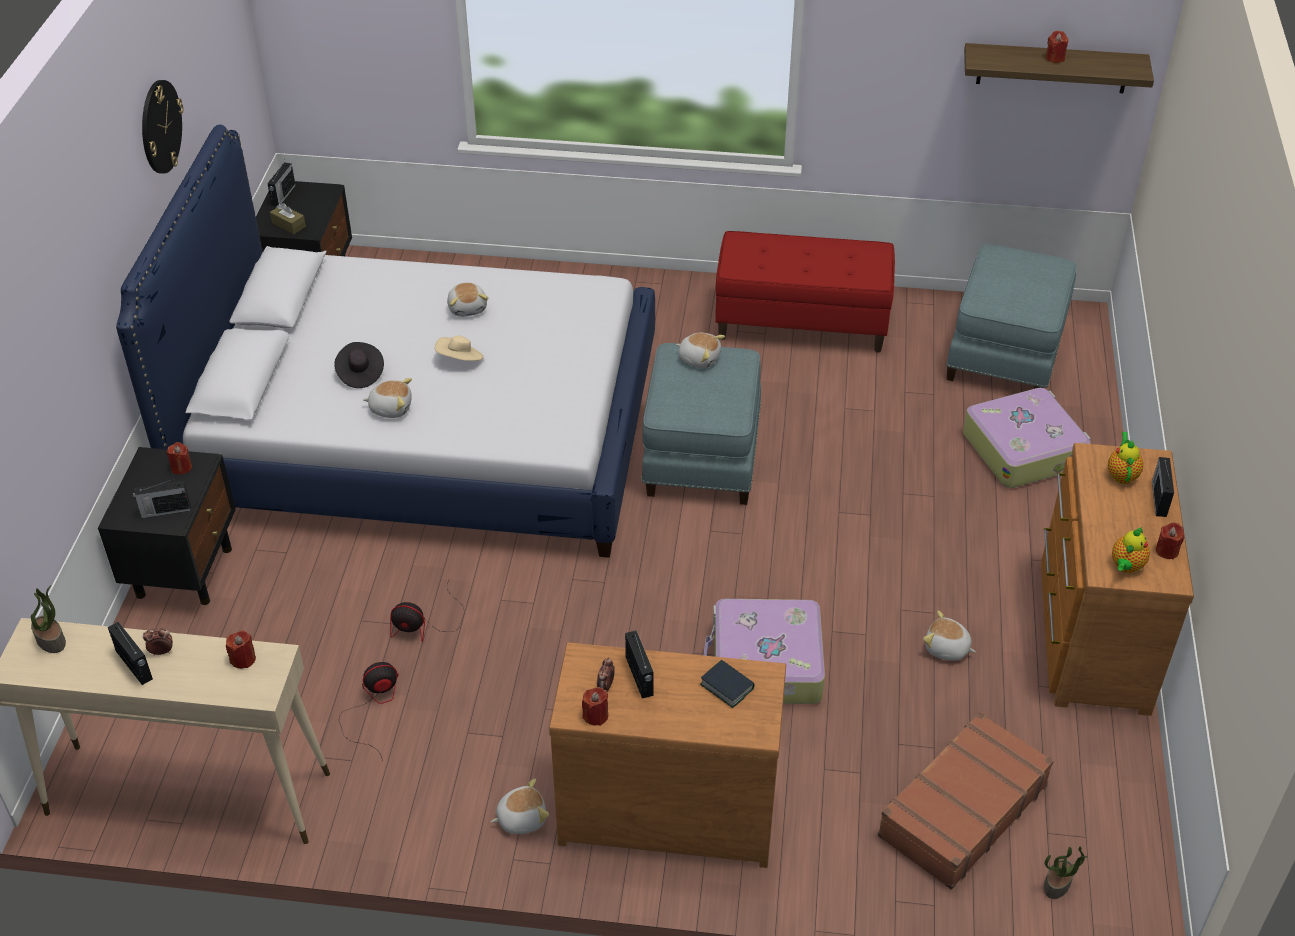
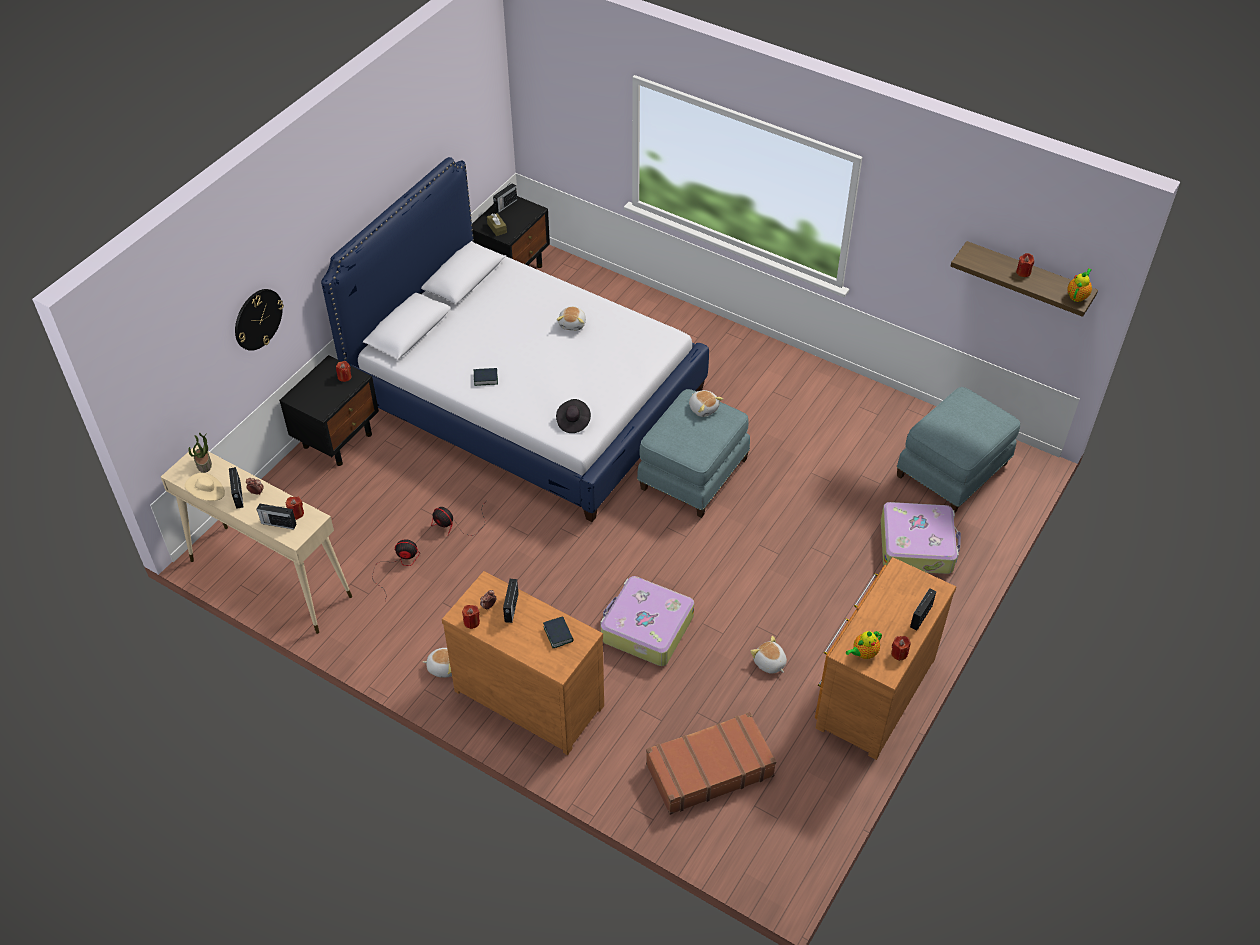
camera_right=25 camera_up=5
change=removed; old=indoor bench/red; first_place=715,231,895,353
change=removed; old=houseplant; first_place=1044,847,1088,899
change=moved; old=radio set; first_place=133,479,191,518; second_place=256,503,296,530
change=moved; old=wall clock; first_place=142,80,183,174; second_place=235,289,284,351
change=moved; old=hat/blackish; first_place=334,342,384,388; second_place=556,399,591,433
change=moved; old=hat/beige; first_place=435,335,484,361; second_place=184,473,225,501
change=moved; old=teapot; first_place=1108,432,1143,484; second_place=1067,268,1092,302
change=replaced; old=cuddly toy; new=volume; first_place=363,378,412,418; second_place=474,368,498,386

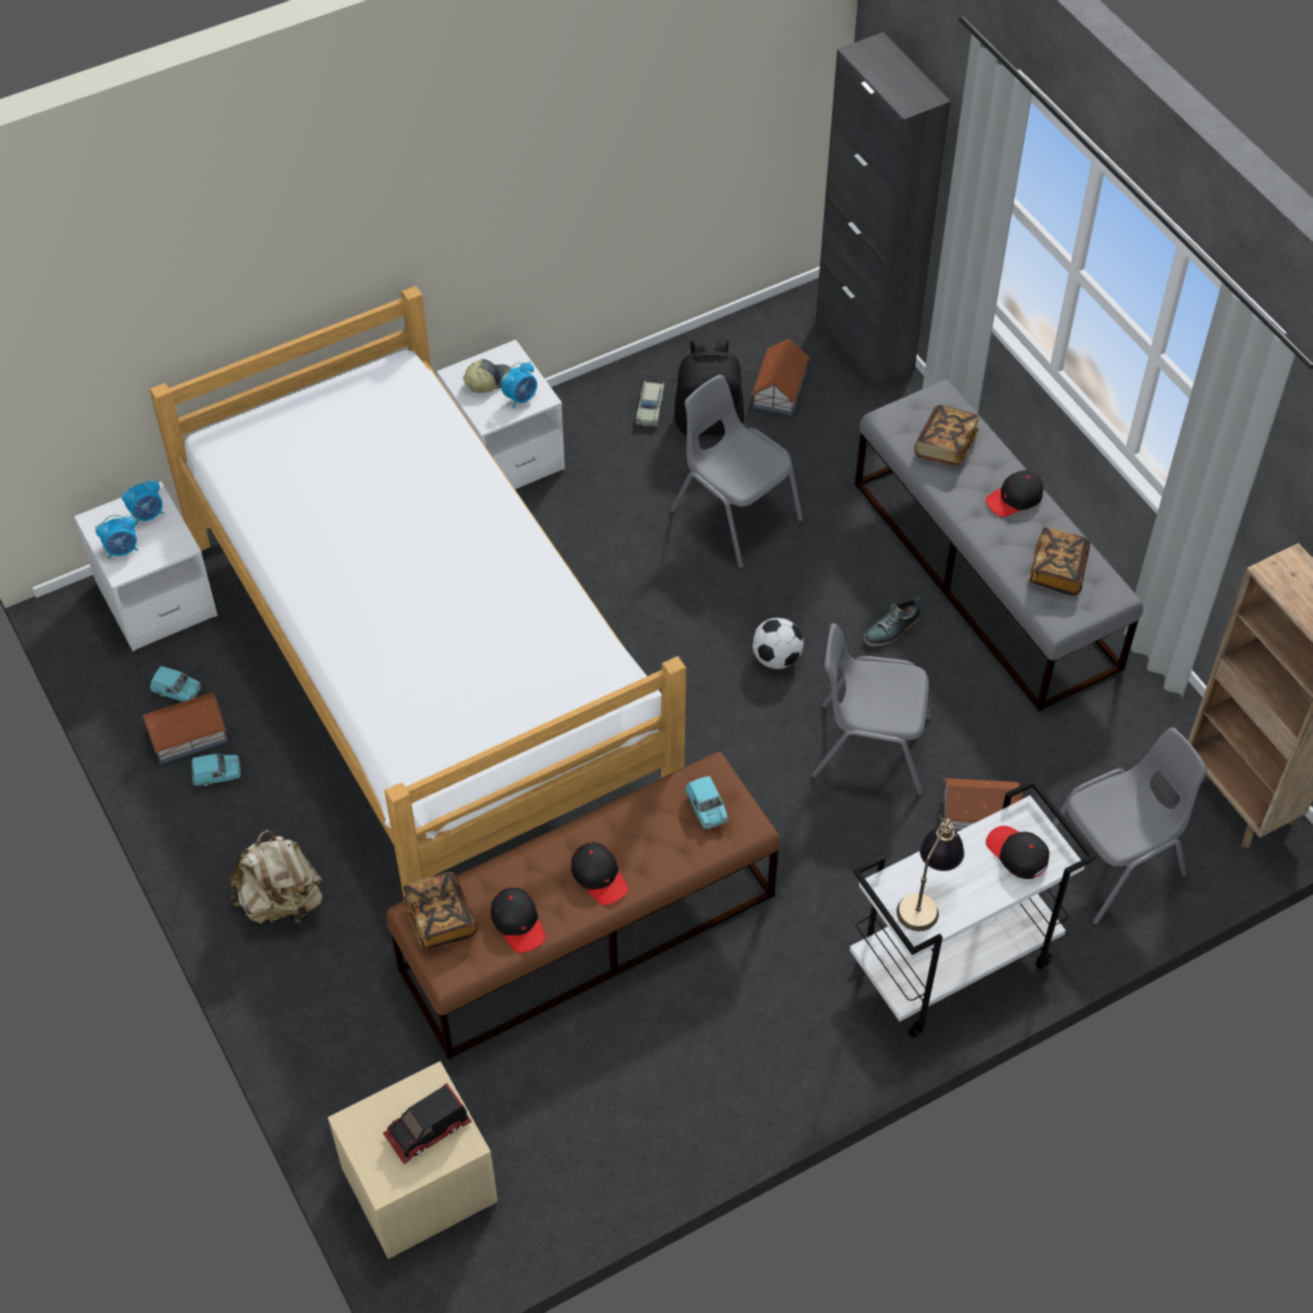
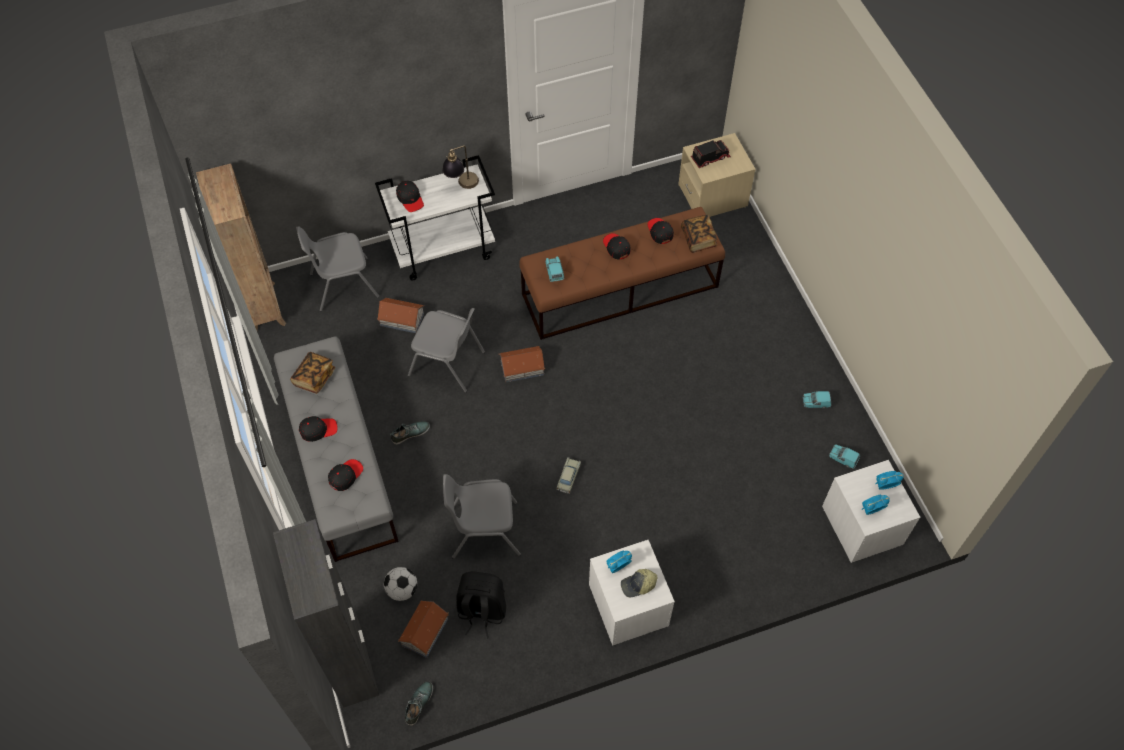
camera_right=-170 camera_up=5
change=removed; old=bedroom bed; first_place=149,286,686,897
change=removed; old=rucksack/beige; first_place=229,829,323,926
change=added; new=item of footwear; second_place=405,681,433,726
change=moved; old=miniature house; first_place=142,693,228,764; second_place=499,346,545,382
change=moved; old=toy car/beige; first_place=635,380,665,427; second_place=557,457,581,494
change=moved; old=ball for football; first_place=752,618,803,669; second_place=384,567,417,601
change=replaced; old=volume; new=cap/blackish; first_place=914,405,980,466; second_place=328,459,363,491
change=turned; old=upright chair/greyish; first_place=671,375,803,569; second_place=443,474,521,559; degrees=120

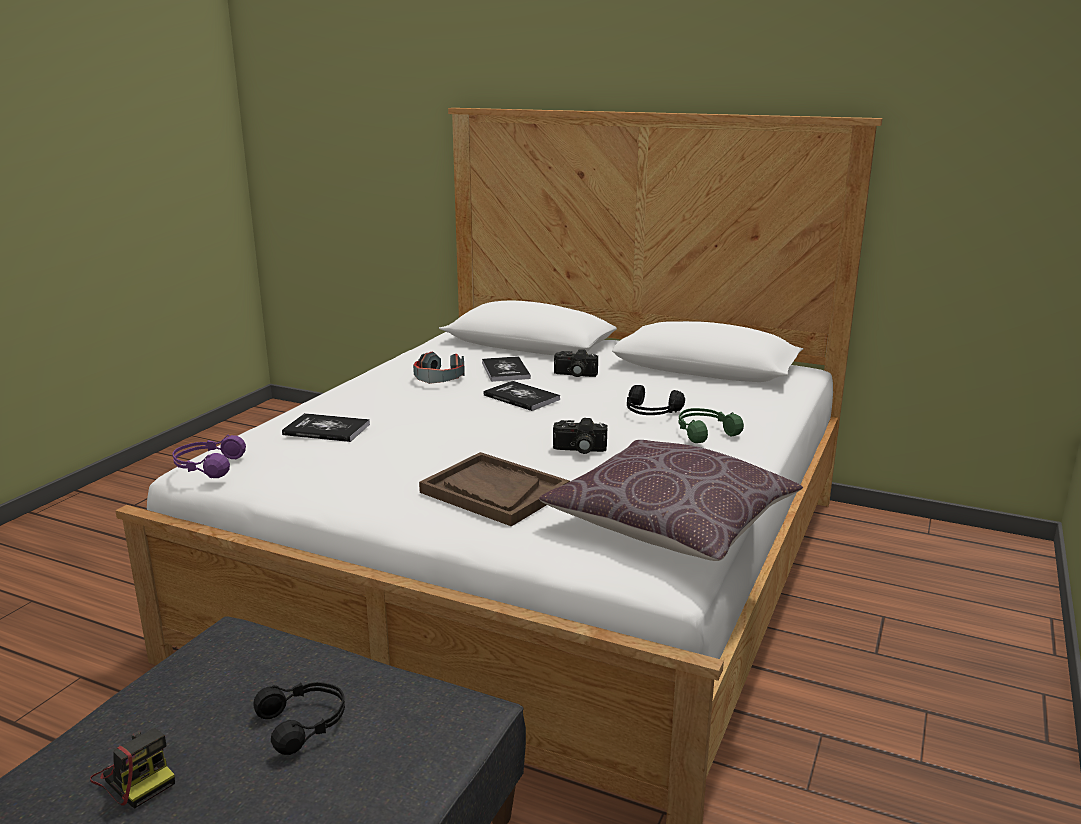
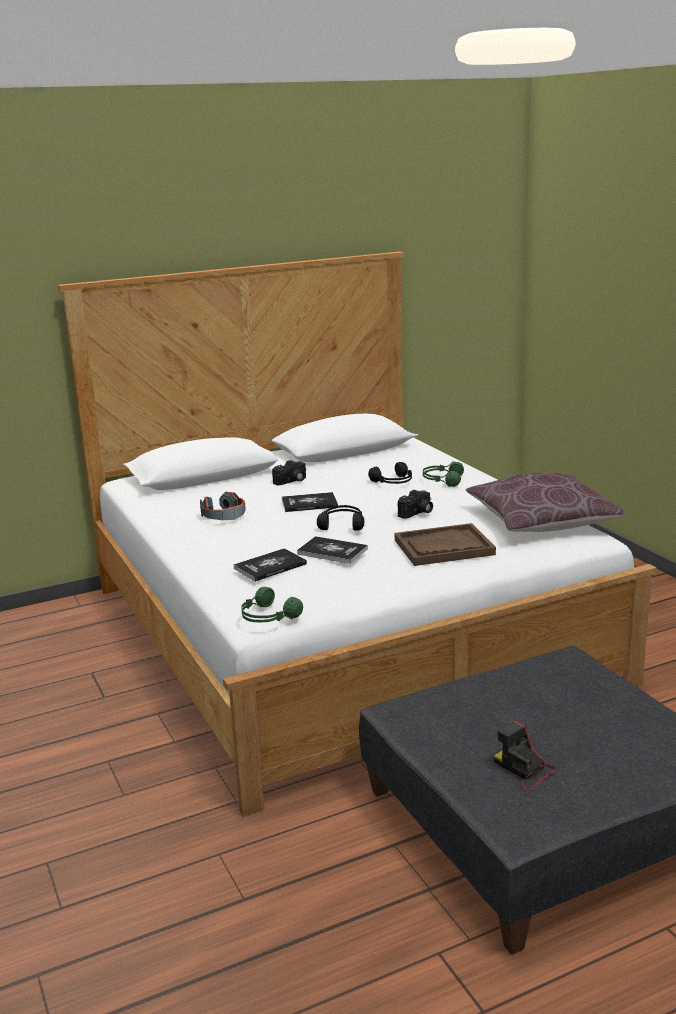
camera_right=-50 camera_up=0
change=moved; old=headset/blackish; first_place=253,682,345,755; second_place=317,505,364,531
change=moved; old=volume; first_place=482,356,531,382; second_place=297,536,368,564
change=recoloured; old=headset/purple; new=headset/greenish; first_place=172,435,246,478; second_place=241,587,303,622
change=turned; old=photo camera; first_place=90,728,175,809; second_place=494,720,556,791; degrees=-120

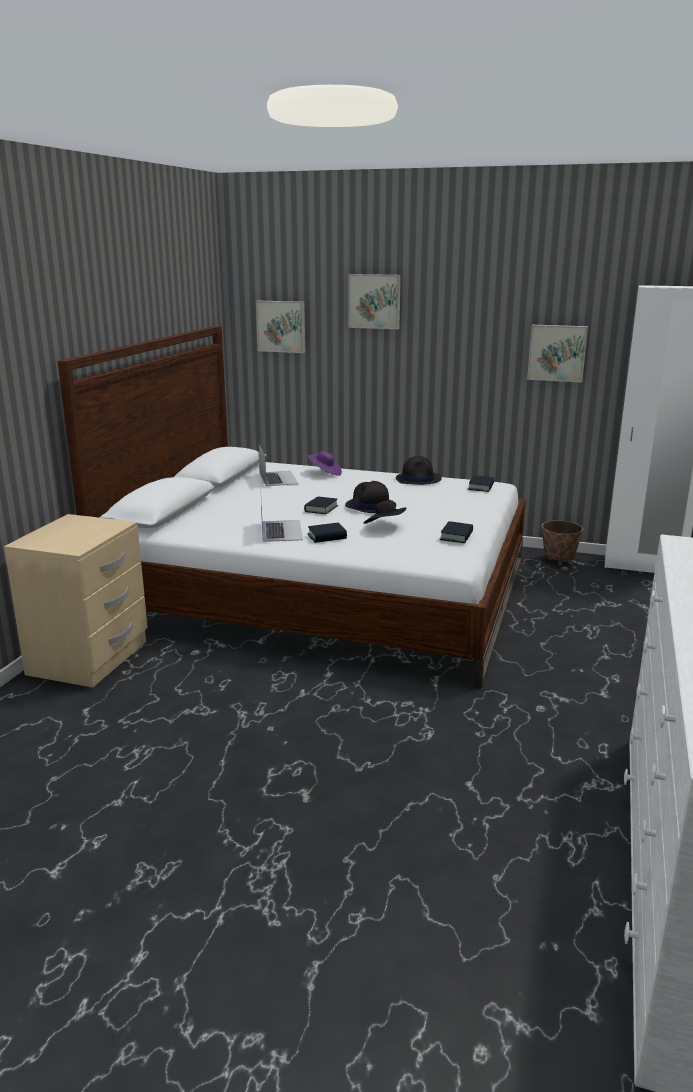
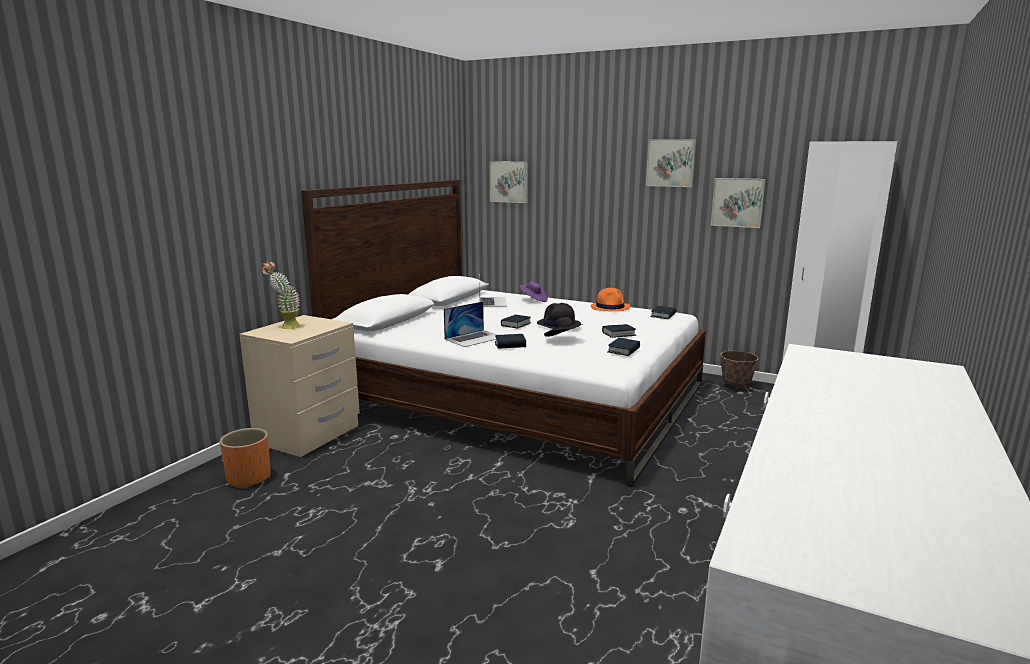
camera_right=10 camera_up=-5
change=added; new=planter/orange-coloured; second_place=220,428,271,489
change=added; new=houseplant; second_place=262,262,301,329
change=added; new=volume; second_place=602,324,636,338
change=moved; old=wall picture; first_place=349,274,401,329; second_place=646,139,696,187
change=recoloured; old=hat/blackish; new=hat/orange-coloured; first_place=396,456,442,485; second_place=591,288,630,311
change=turned; old=laptop; first_place=261,500,303,542; second_place=444,301,497,347; degrees=45

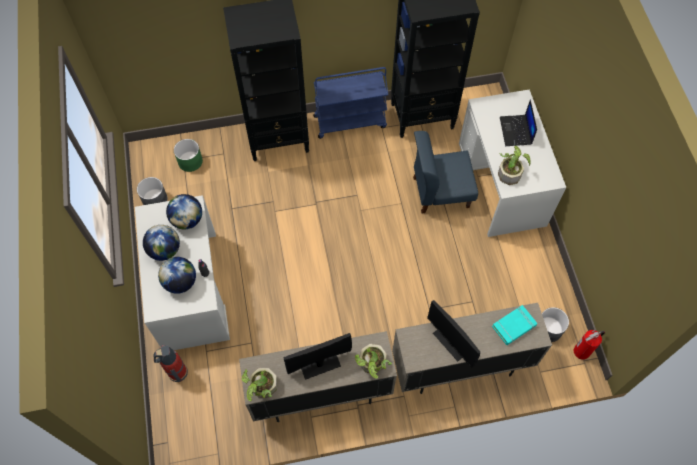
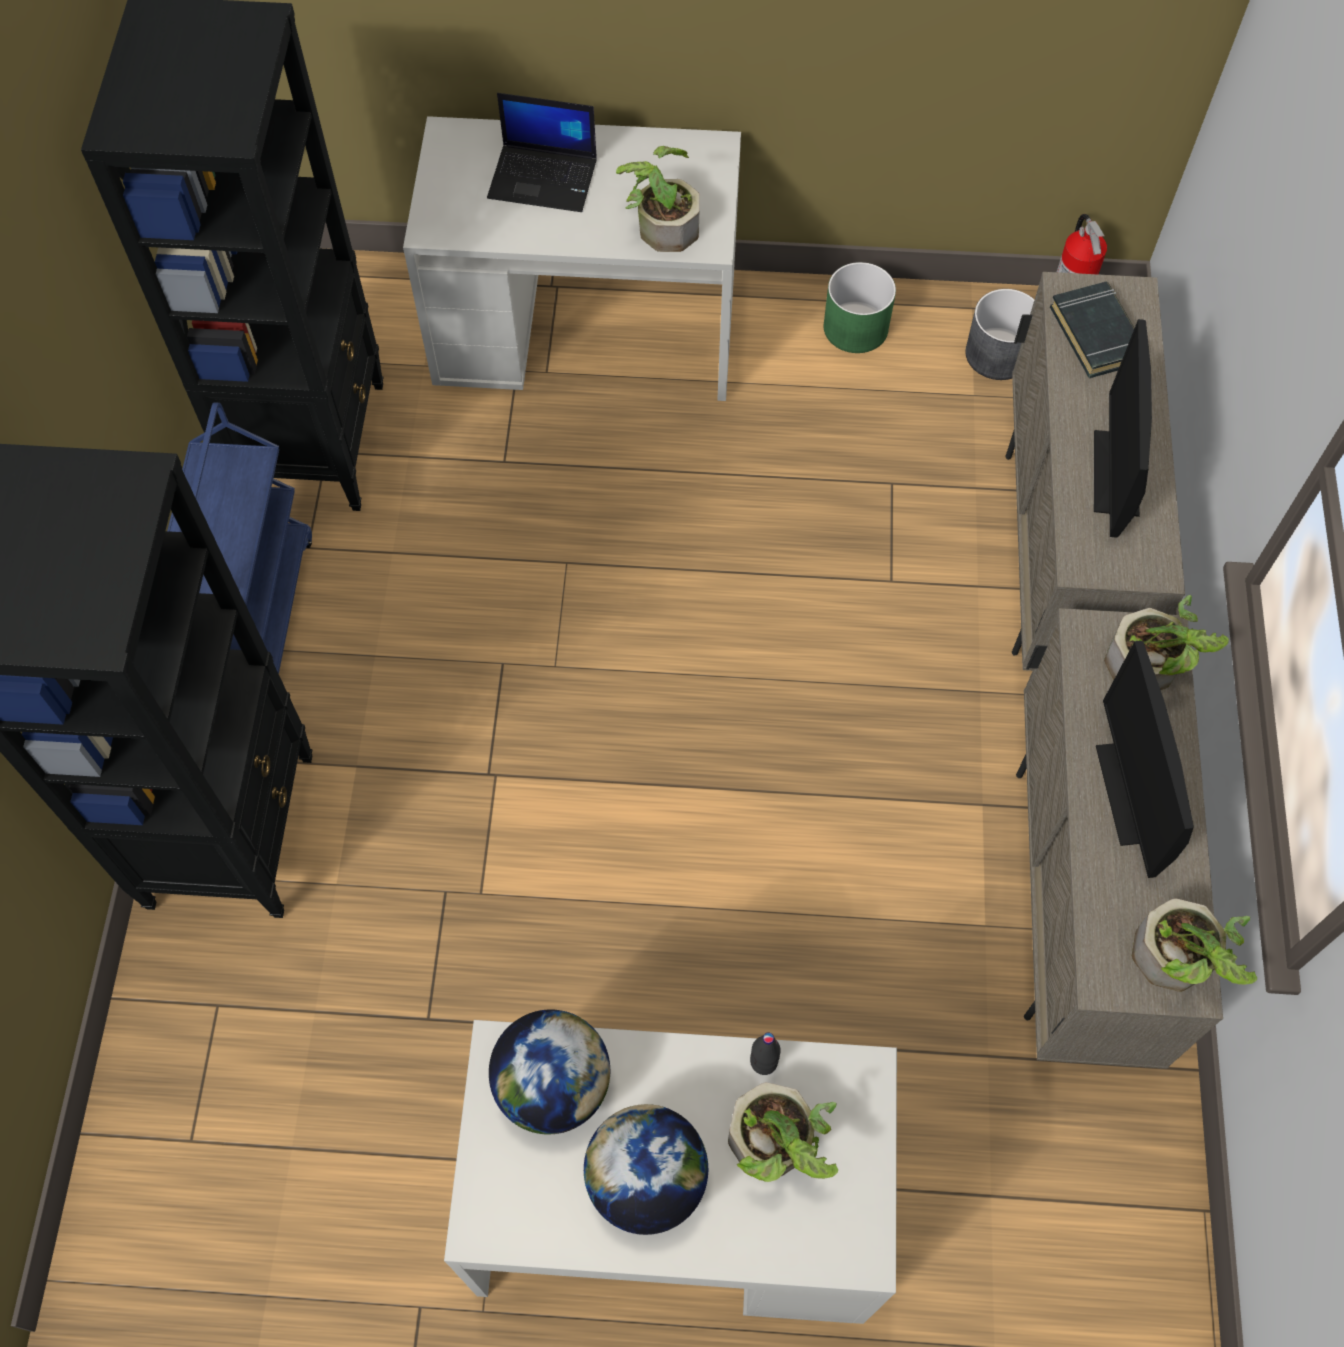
camera_right=-75 camera_up=0
change=removed; old=planter/greyish; first_place=137,177,168,205
change=removed; old=fire-fighting cylinder; first_place=154,345,188,382
change=removed; old=upright chair/bluish; first_place=413,131,478,214
change=moved; old=planter/greenish; first_place=174,139,203,172; second_place=824,262,896,353
change=replaced; old=desk globe; new=houseplant; first_place=158,257,196,294; second_place=728,1082,838,1182
change=recoloured; old=volume/turquoise-coloured; new=volume/blackish; first_place=492,305,537,345; second_place=1050,282,1134,378
change=turned; old=monitor; first_place=427,300,480,368; second_place=1094,319,1152,538; degrees=120

